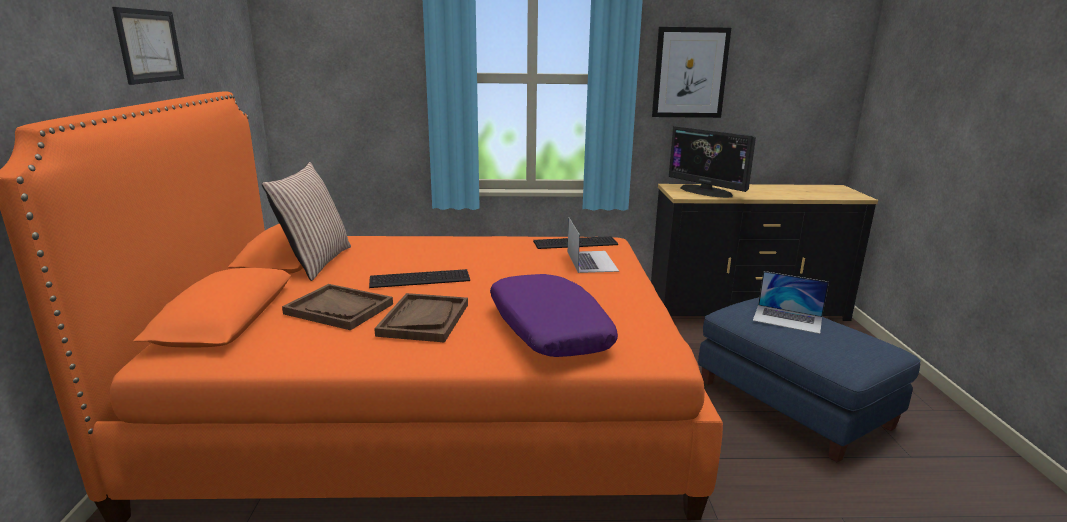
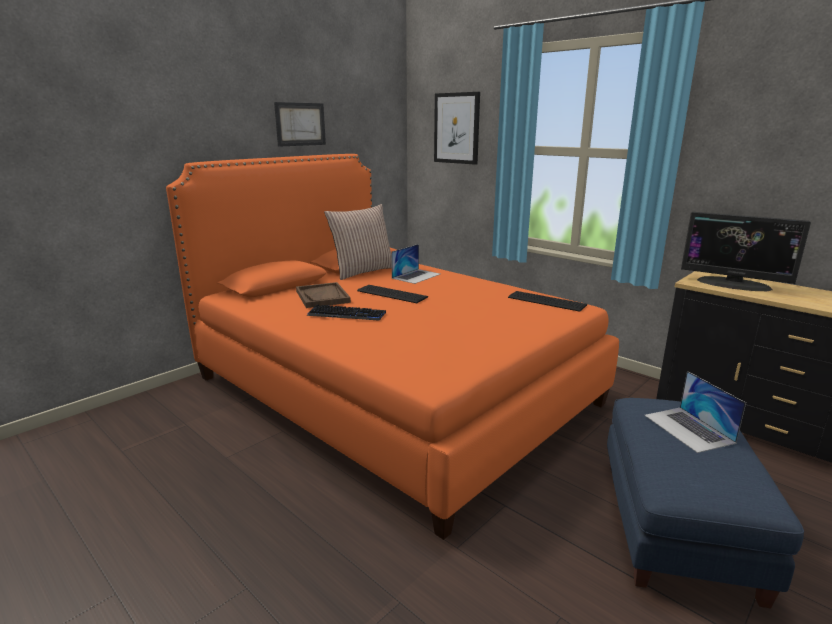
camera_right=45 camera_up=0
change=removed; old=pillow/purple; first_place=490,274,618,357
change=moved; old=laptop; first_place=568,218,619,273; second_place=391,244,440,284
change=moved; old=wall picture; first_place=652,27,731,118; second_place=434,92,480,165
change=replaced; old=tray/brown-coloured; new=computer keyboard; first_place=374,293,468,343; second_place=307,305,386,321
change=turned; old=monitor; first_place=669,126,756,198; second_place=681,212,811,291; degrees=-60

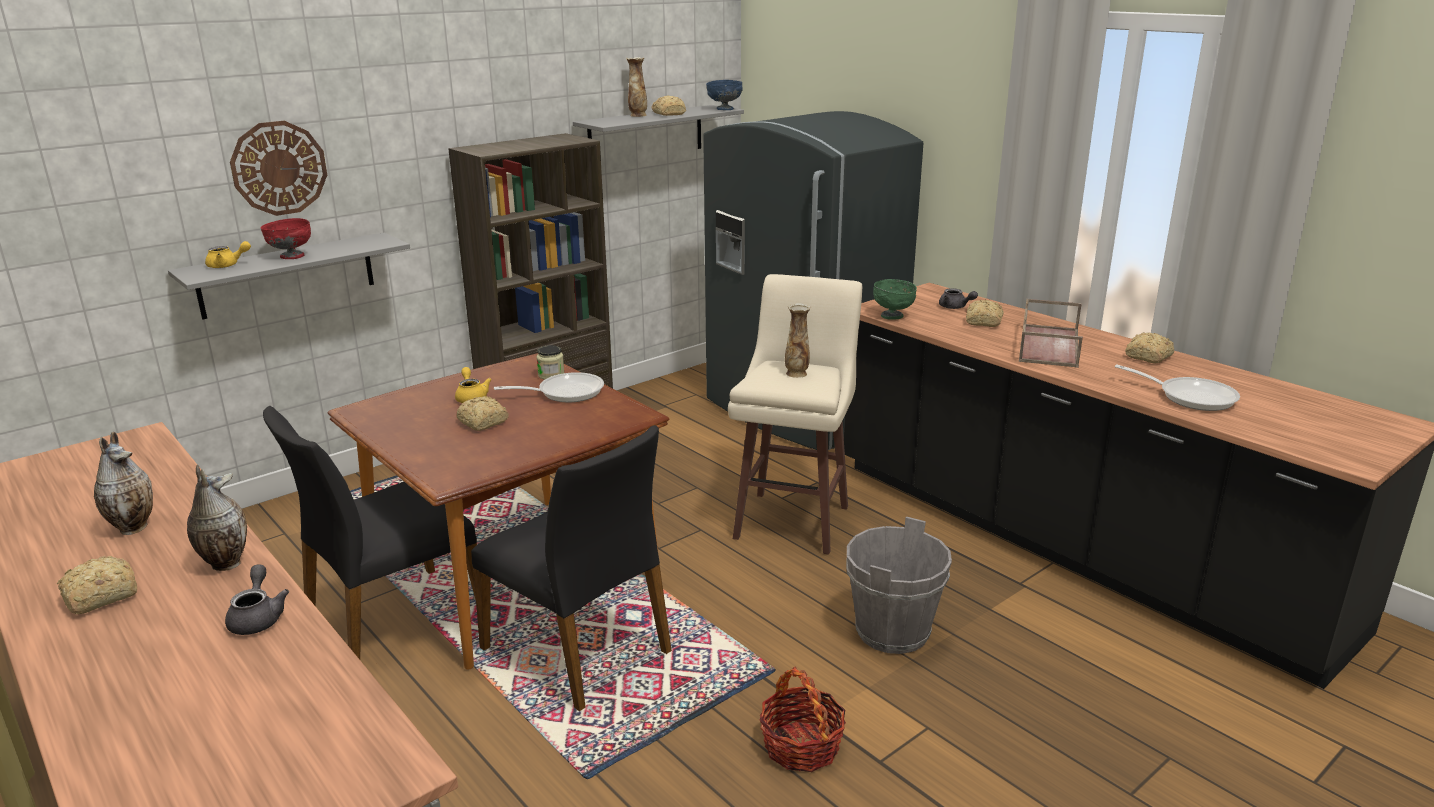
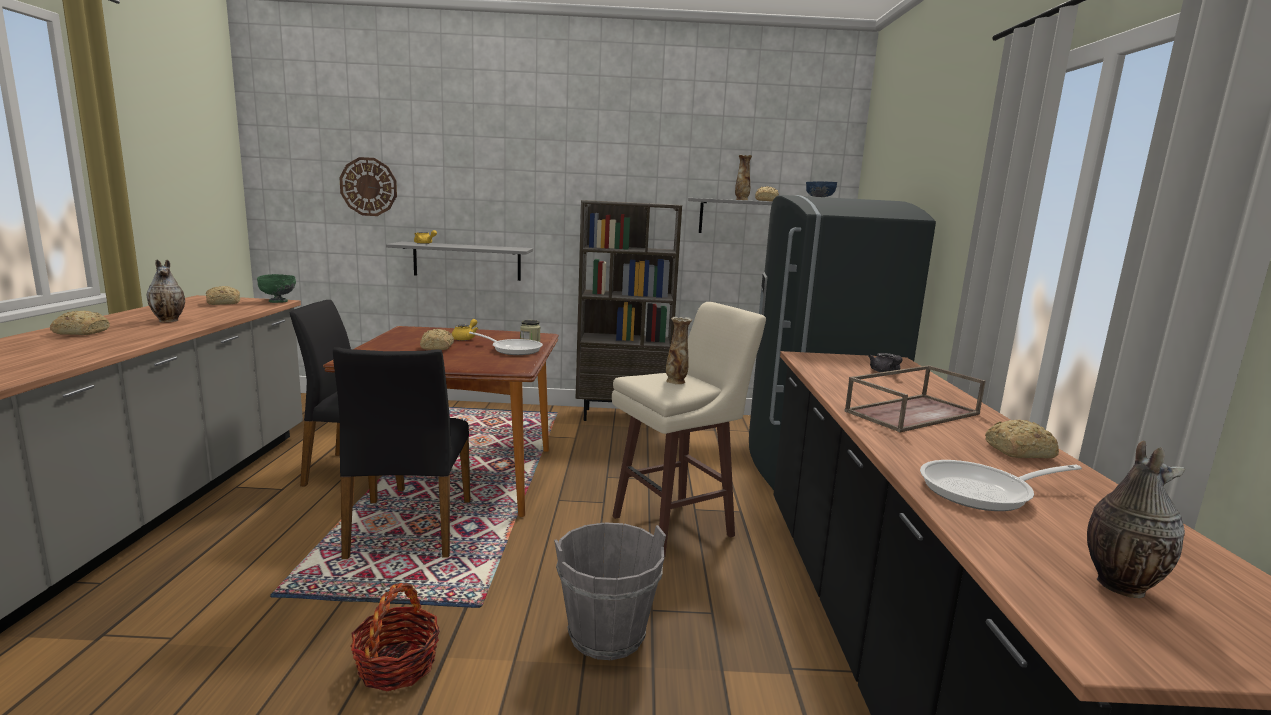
camera_right=40 camera_up=-10
change=removed; old=teapot/greyish; first_place=225,564,289,635
change=removed; old=bowl/red; first_place=260,218,311,259
change=moved; old=decorative vase; first_place=187,465,247,571; second_place=1087,441,1185,598
change=moved; old=wall clock; first_place=230,121,327,216; second_place=340,157,397,216
change=moved; old=bowl/greenish; first_place=873,279,917,319; second_place=257,274,296,303
change=moved; old=baked bread; first_place=966,300,1004,327; second_place=206,286,240,305
change=turned; old=frying pan; first_place=1115,364,1240,411; second_place=920,460,1082,511; degrees=90

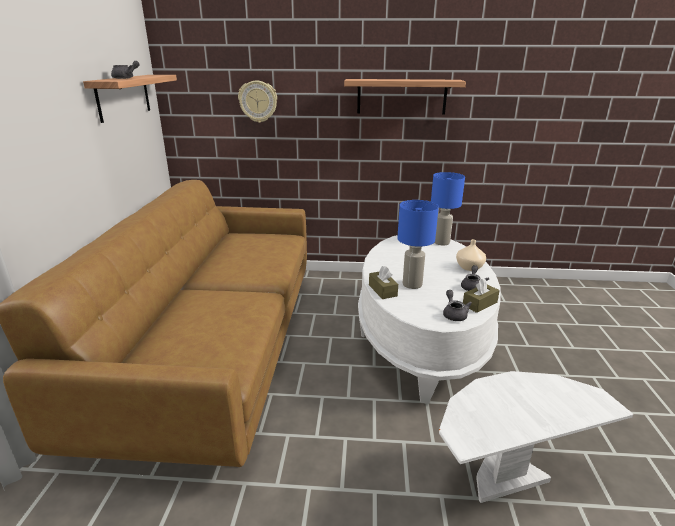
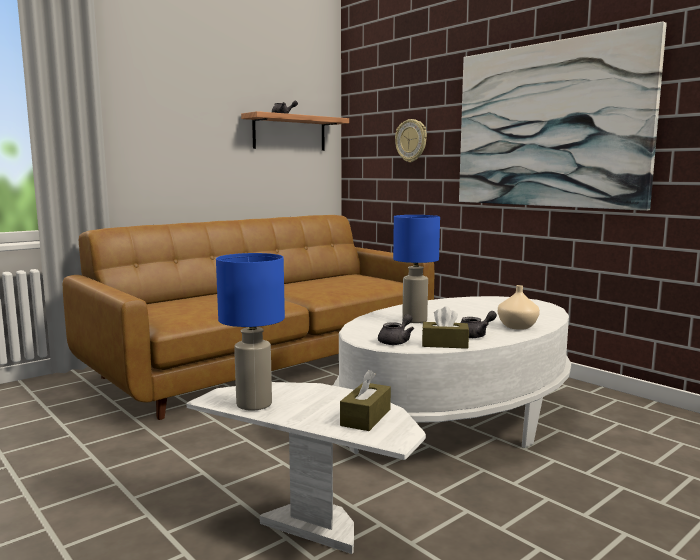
camera_right=45 camera_up=-15
change=moved; old=tissue box/brown-coloured; first_place=369,266,398,299; second_place=340,370,391,431
change=moved; old=lamp for a table/bluish; first_place=431,172,465,245; second_place=216,253,285,411
change=replaced; old=wall shelf; new=wall picture; first_place=344,79,466,114; second_place=459,22,667,211

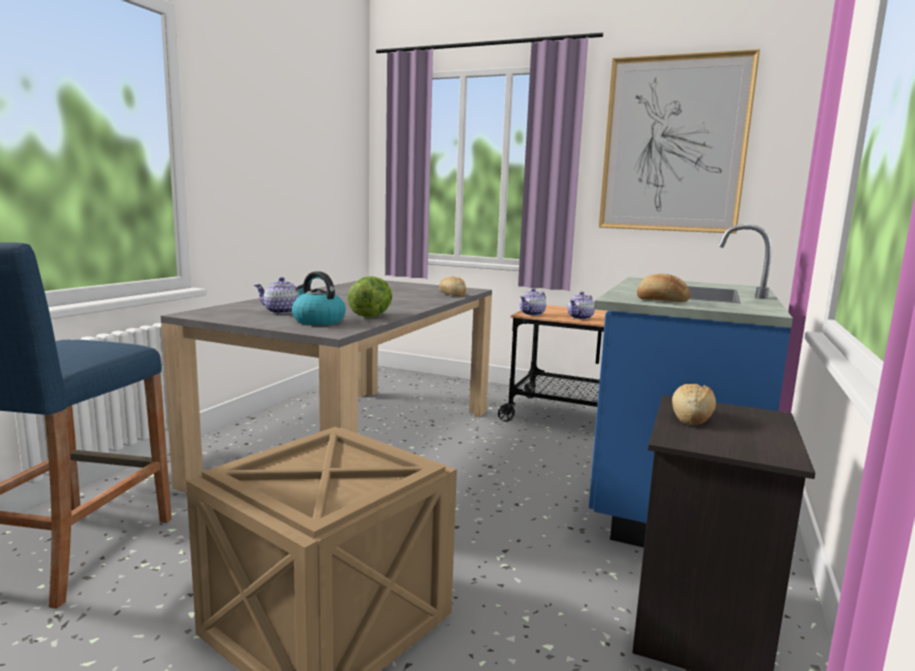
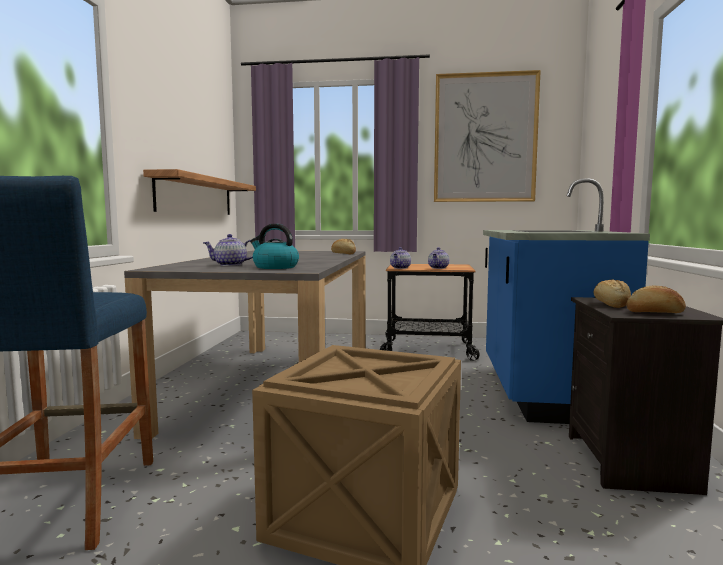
camera_right=-15 camera_up=-5
change=removed; old=head of lettuce; first_place=347,276,392,318
change=added; new=wall shelf; second_place=143,169,256,215
change=moved; old=baked bread; first_place=637,274,690,302; second_place=626,285,686,313

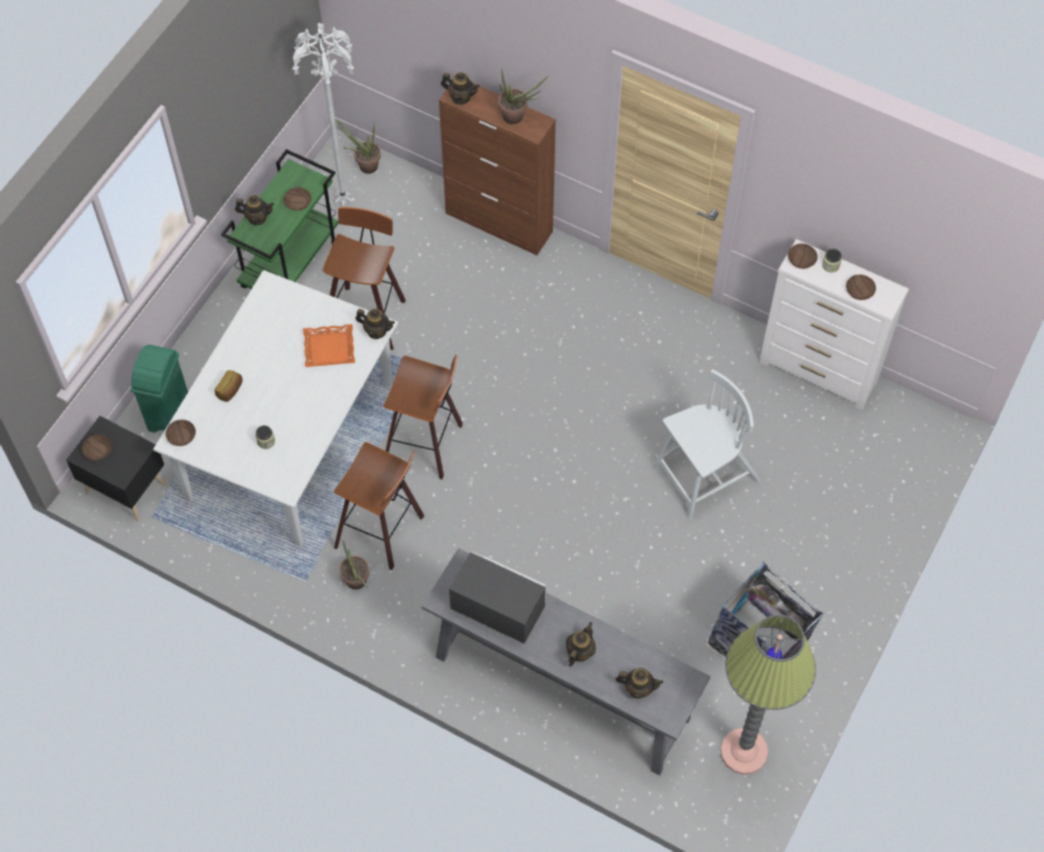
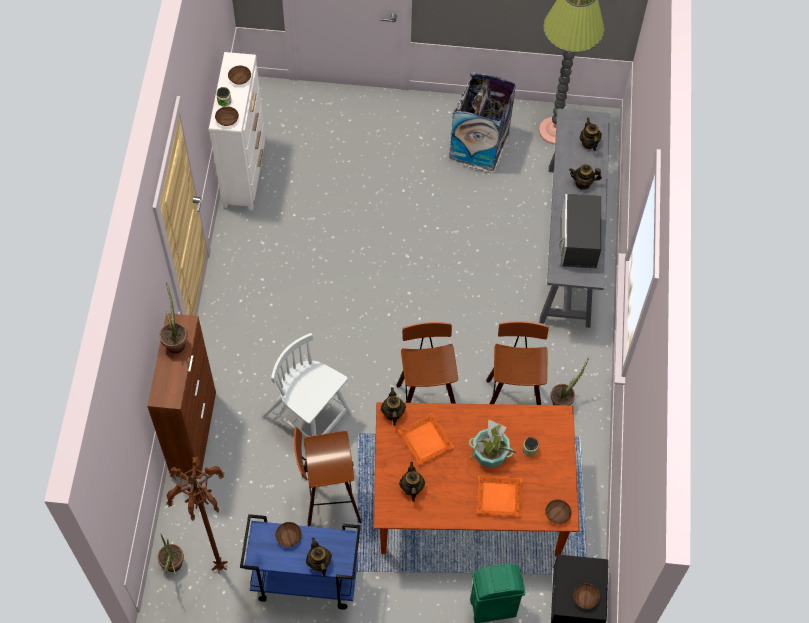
camera_right=-115 camera_up=0
change=added; new=houseplant; second_place=469,419,516,468
change=moved; old=teapot; first_place=441,72,480,104; second_place=399,462,425,502
change=moved; old=upright chair/white-coloured; first_place=653,369,761,520; second_place=262,333,352,437
change=replaced; old=baked bread; new=tray/orange-coloured; first_place=214,370,242,402; second_place=477,475,522,516
change=recoloured; old=dinner table/white-coloured; new=dinner table/brown-coloured; first_place=153,270,398,547; second_place=374,402,580,557
change=recoloured; old=cart/greenish; new=cart/bluish; first_place=221,149,339,289; second_place=240,514,361,610
change=recoloured; old=standard lamp/white-coloured; new=standard lamp/brown-coloured; first_place=292,23,354,206; second_place=166,457,228,574

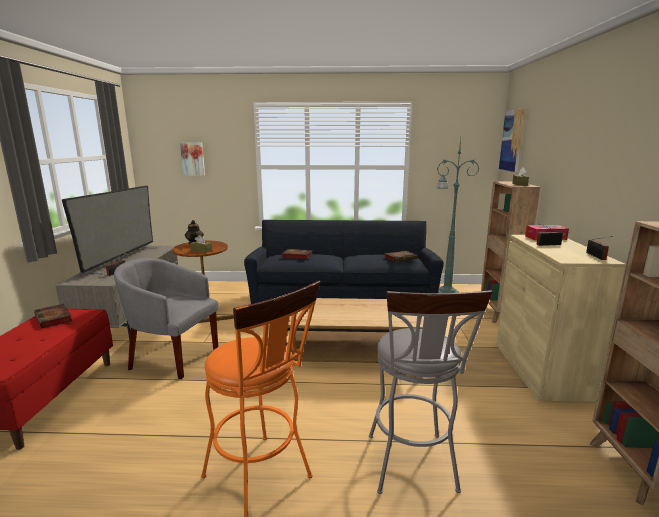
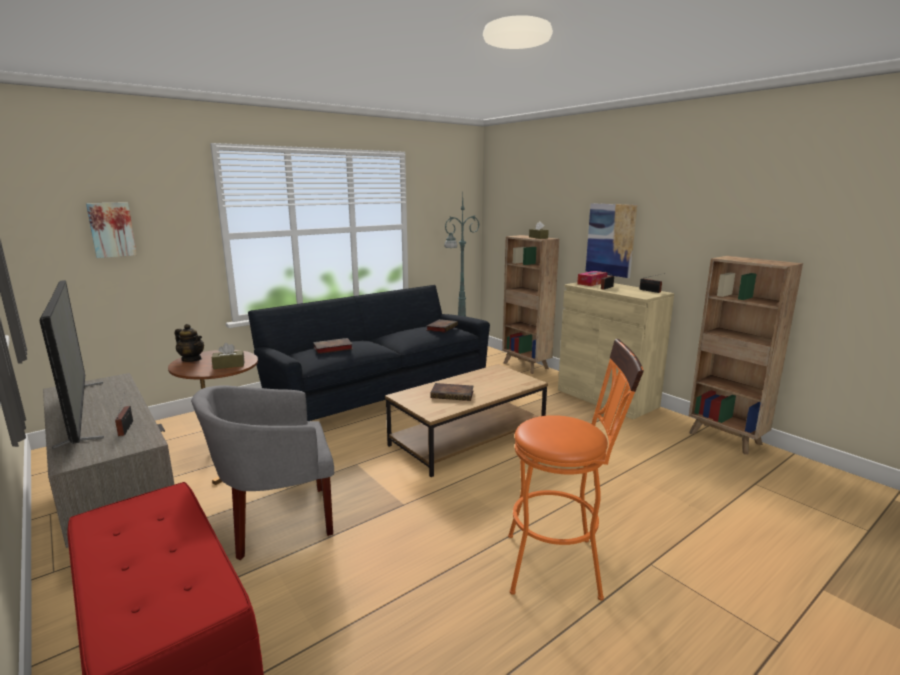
camera_right=-40 camera_up=0
change=removed; old=stool seat/greyish; first_place=369,290,492,494
change=moved; old=volume; first_place=34,304,72,328; second_place=430,383,474,401
change=moved; old=wall picture; first_place=499,108,526,172; second_place=586,203,637,278

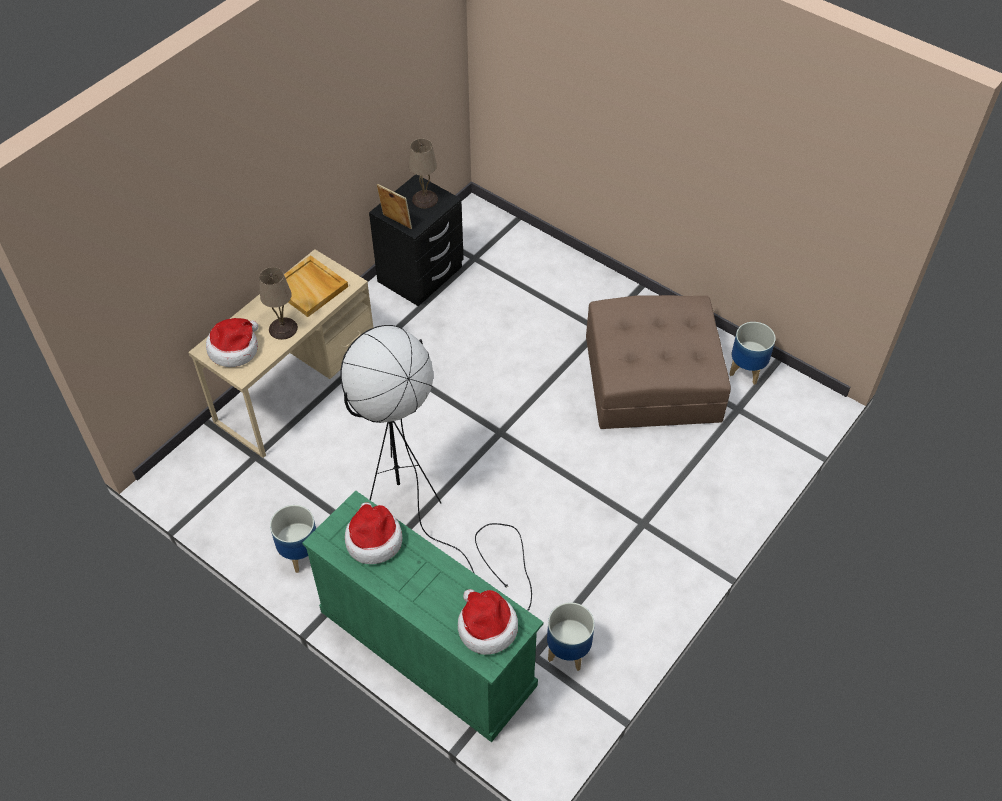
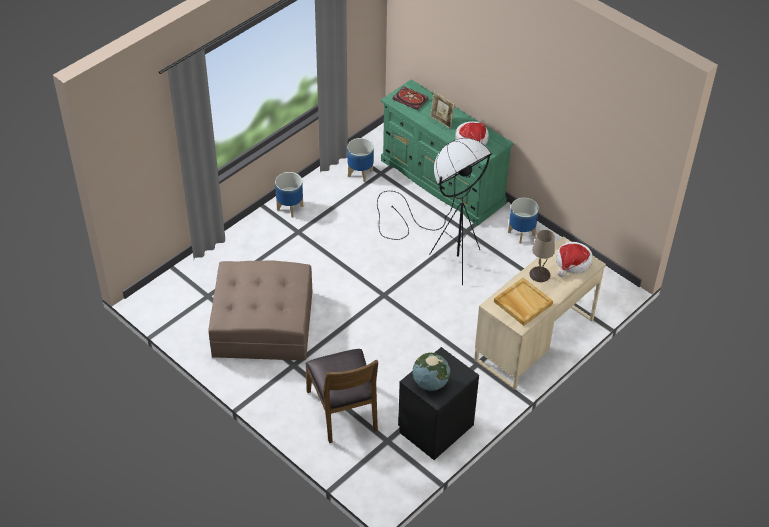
camera_right=-175 camera_up=-5
change=added; new=upright chair/brown-coloured; second_place=305,349,378,443
change=moved; old=photo frame; first_place=377,184,412,229; second_place=430,92,455,129
change=moved; old=planter; first_place=729,322,776,385; second_place=275,172,303,217
change=replaced; old=lamp for a table/beige; new=desk globe; first_place=409,139,438,208; second_place=412,353,450,391
change=replaced; old=hat; new=volume; first_place=458,589,518,655; second_place=393,87,428,110

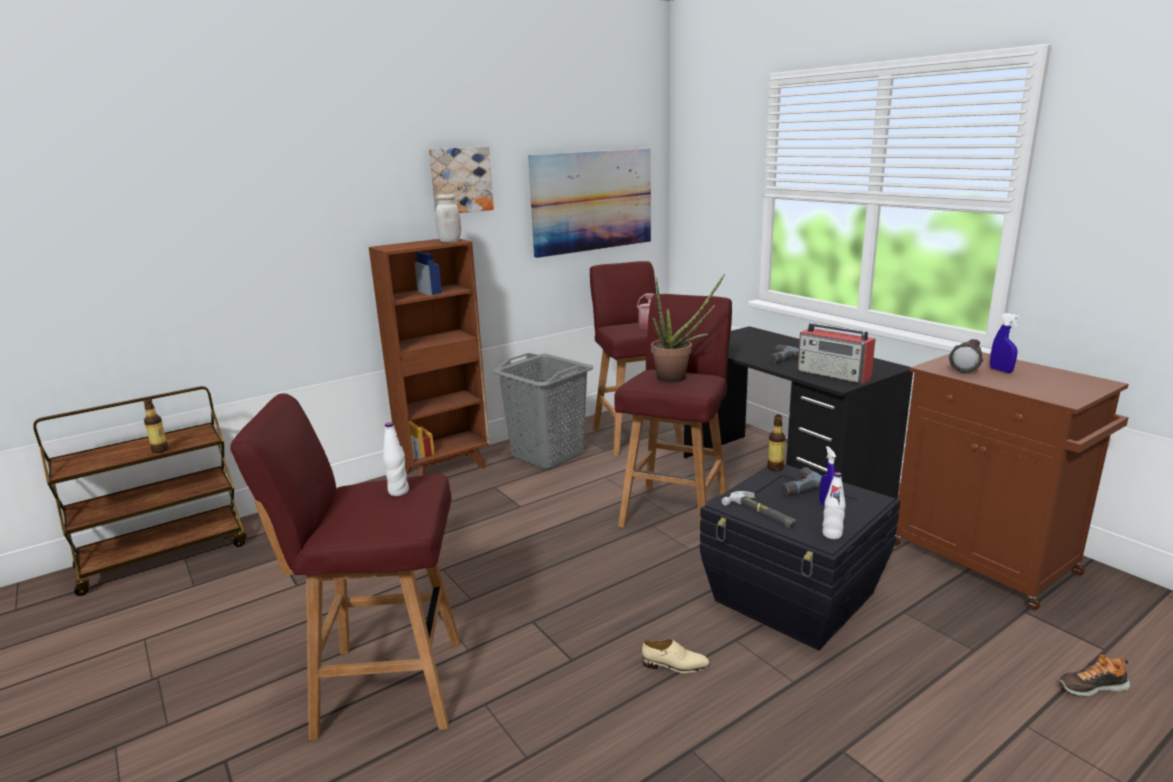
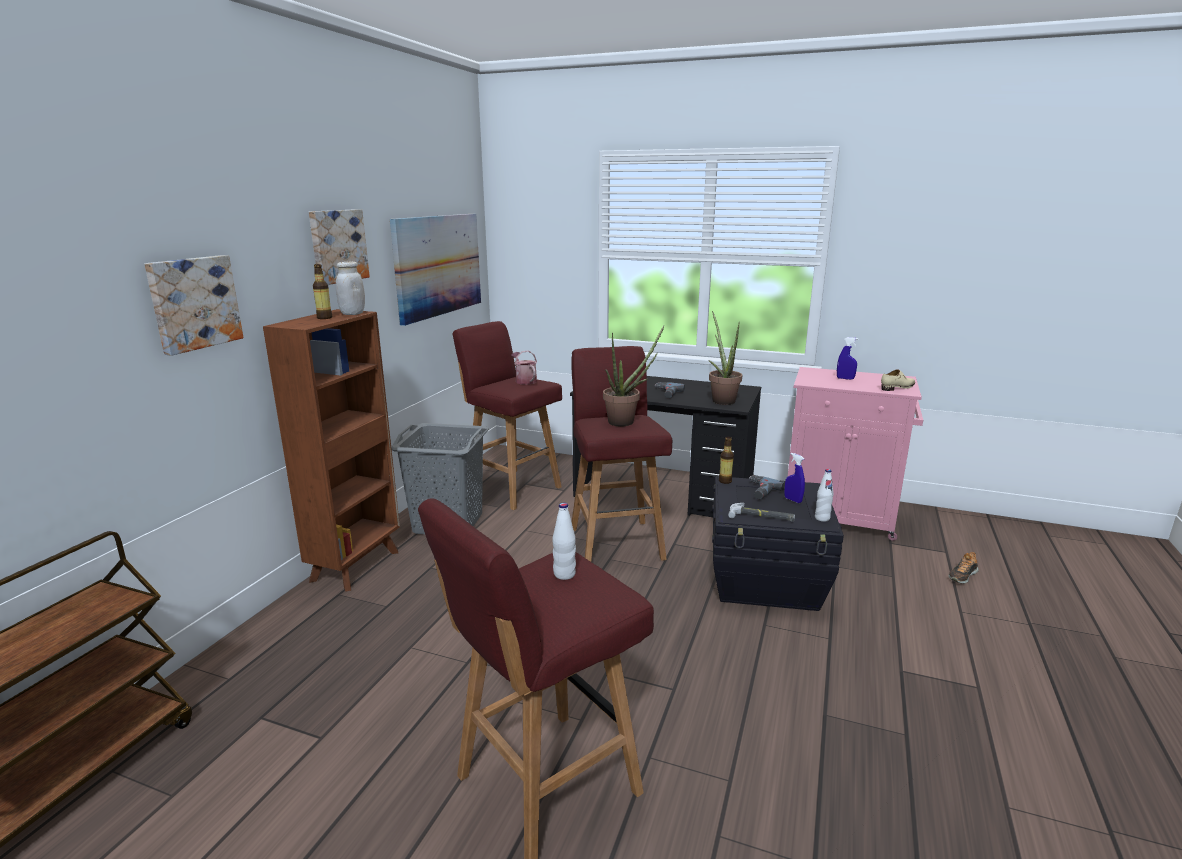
camera_right=-35 camera_up=0
change=removed; old=torch; first_place=949,339,983,373
change=added; new=wall picture; second_place=144,255,244,356
change=moved; old=bottle; first_place=144,398,169,453; second_place=313,264,332,319
change=moved; old=item of footwear/beige; first_place=642,639,710,673; second_place=881,370,915,391
change=replaced; old=radio set; new=houseplant; first_place=797,323,875,384; second_place=709,311,742,405
change=recoloured; old=storage cabinet/brown-coloured; new=storage cabinet/pink-coloured; first_place=894,352,1129,610; second_place=788,367,923,541

